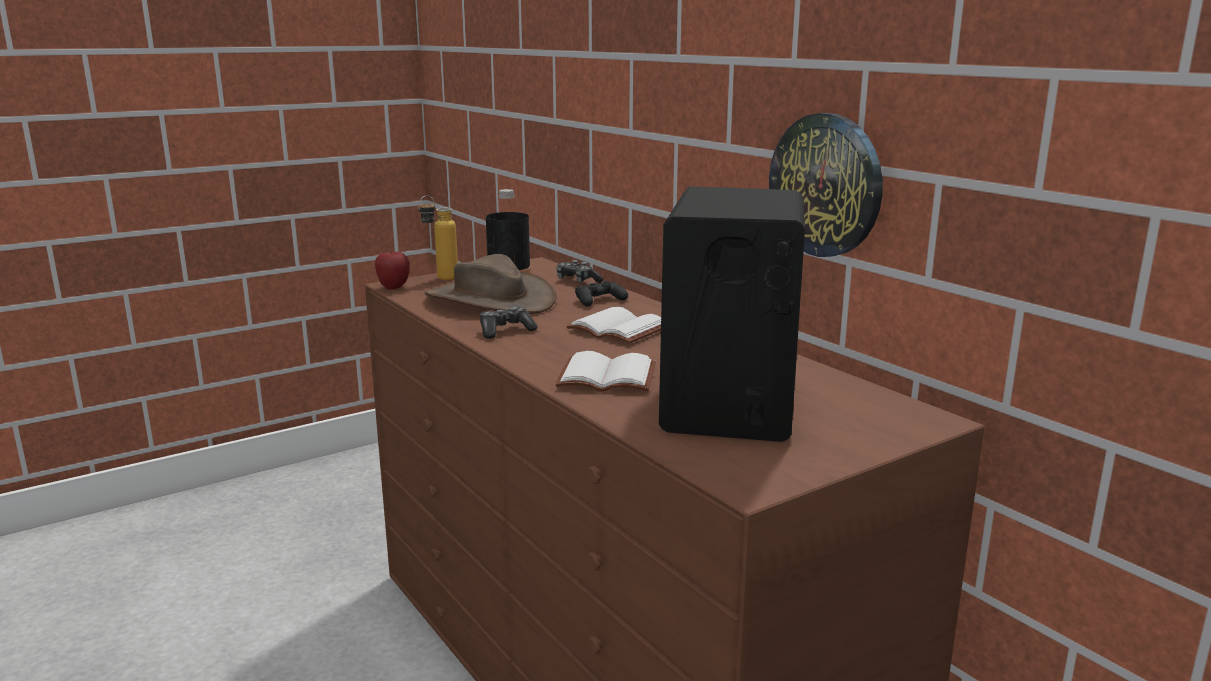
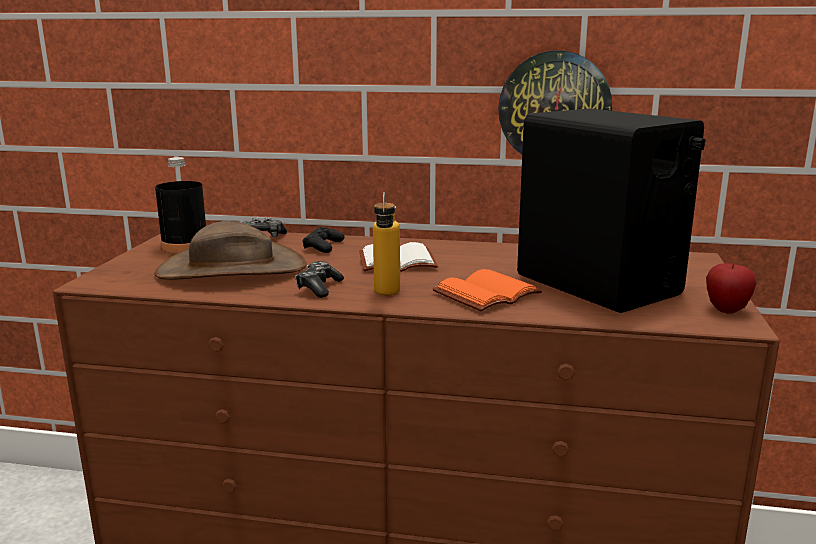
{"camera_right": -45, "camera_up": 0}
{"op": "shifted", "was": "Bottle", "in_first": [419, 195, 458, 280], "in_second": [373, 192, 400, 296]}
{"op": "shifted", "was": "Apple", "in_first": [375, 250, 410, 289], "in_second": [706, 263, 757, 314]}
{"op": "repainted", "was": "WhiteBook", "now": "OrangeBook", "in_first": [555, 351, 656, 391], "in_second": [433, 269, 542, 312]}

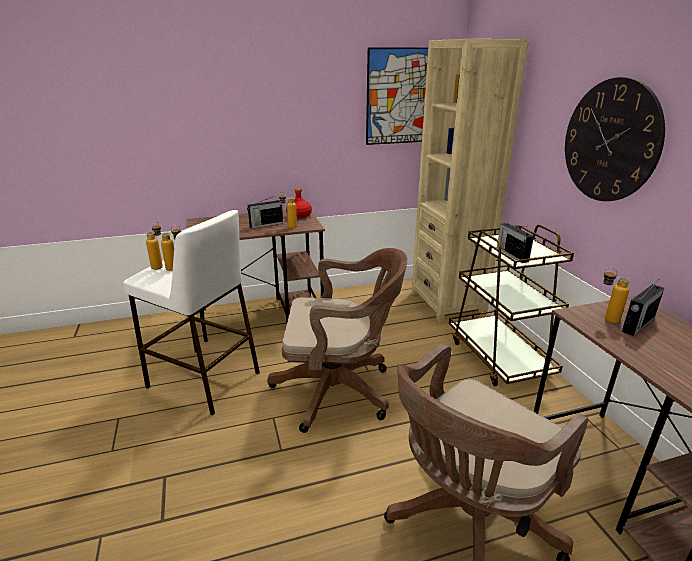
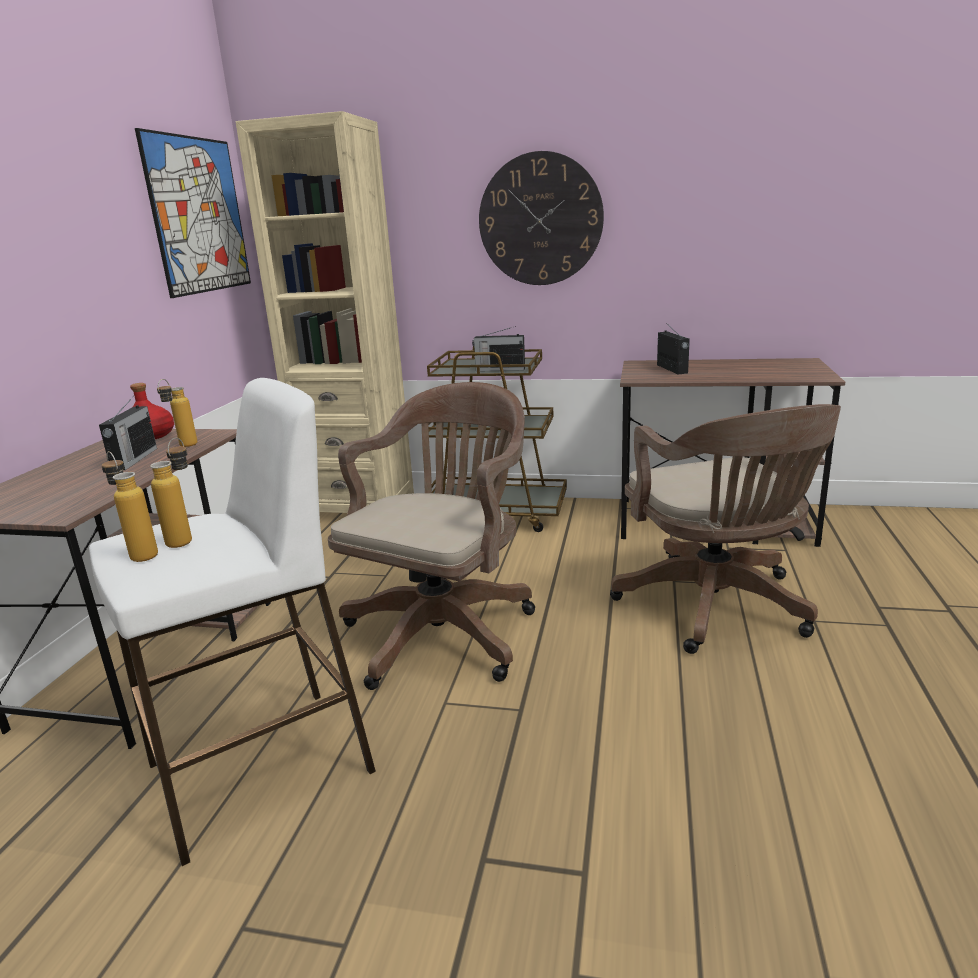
{"camera_right": -60, "camera_up": -5}
{"op": "gone", "was": "Bottle", "in_first": [603, 268, 630, 323]}

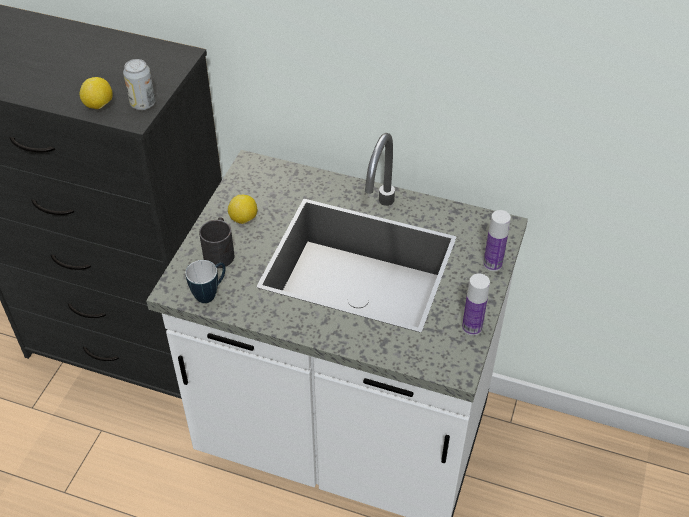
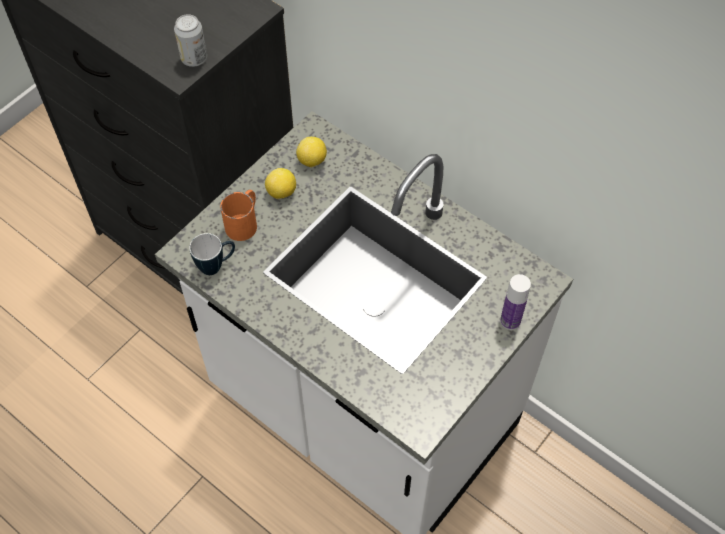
{"camera_right": 20, "camera_up": 10}
{"op": "shifted", "was": "Lemon", "in_first": [80, 77, 113, 109], "in_second": [296, 137, 327, 167]}
{"op": "repainted", "was": "BlackMug", "now": "OrangeMug", "in_first": [199, 217, 235, 268], "in_second": [220, 190, 257, 241]}
{"op": "gone", "was": "Bottle", "in_first": [462, 273, 490, 336]}

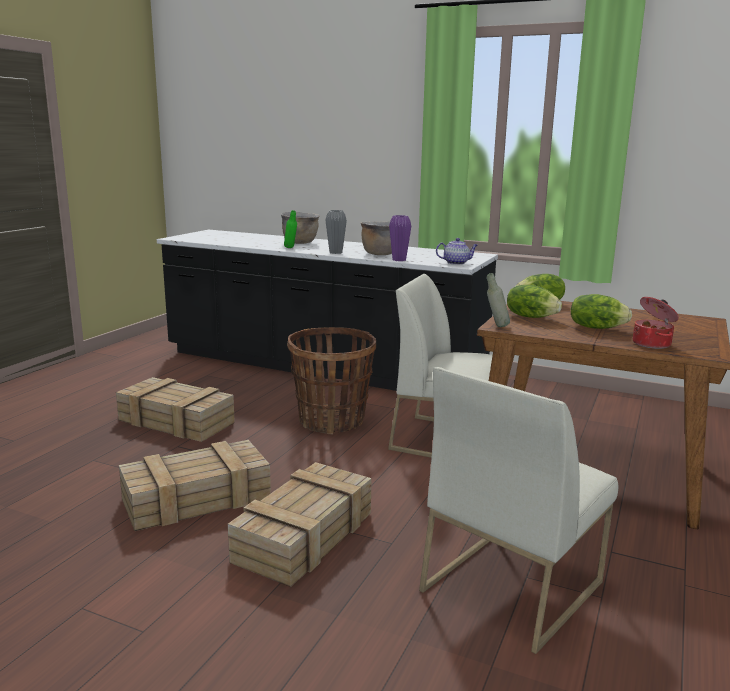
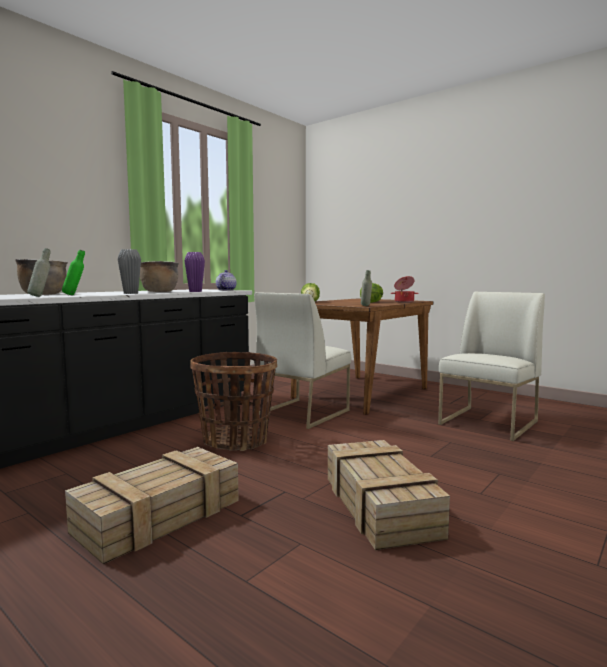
{"camera_right": -75, "camera_up": -10}
{"op": "gone", "was": "Lettuce", "in_first": [507, 285, 562, 318]}
{"op": "rotated", "was": "WhiteChair", "in_first": [419, 367, 618, 654], "in_second": [438, 292, 545, 441], "clockwise": -105}
{"op": "gone", "was": "Crate", "in_first": [228, 462, 372, 587]}
{"op": "new", "now": "GreyBottle", "in_second": [27, 248, 51, 297]}

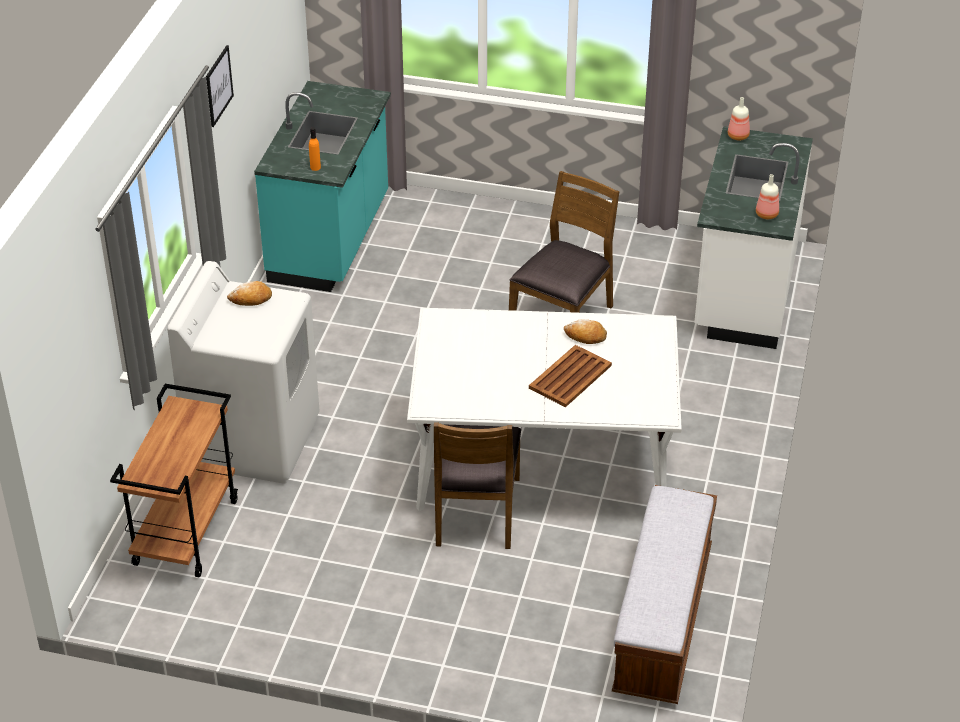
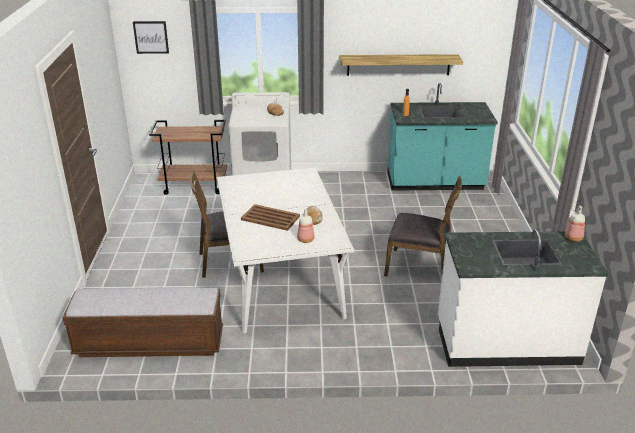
{"camera_right": 75, "camera_up": -10}
{"op": "shifted", "was": "Picture", "in_first": [206, 45, 234, 127], "in_second": [133, 21, 169, 54]}
{"op": "shifted", "was": "Bottle", "in_first": [756, 174, 779, 219], "in_second": [297, 208, 315, 243]}
{"op": "new", "now": "Shelf", "in_second": [340, 54, 463, 76]}

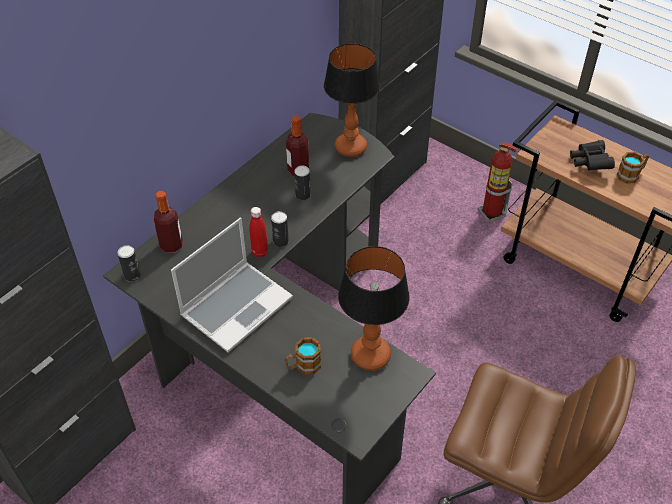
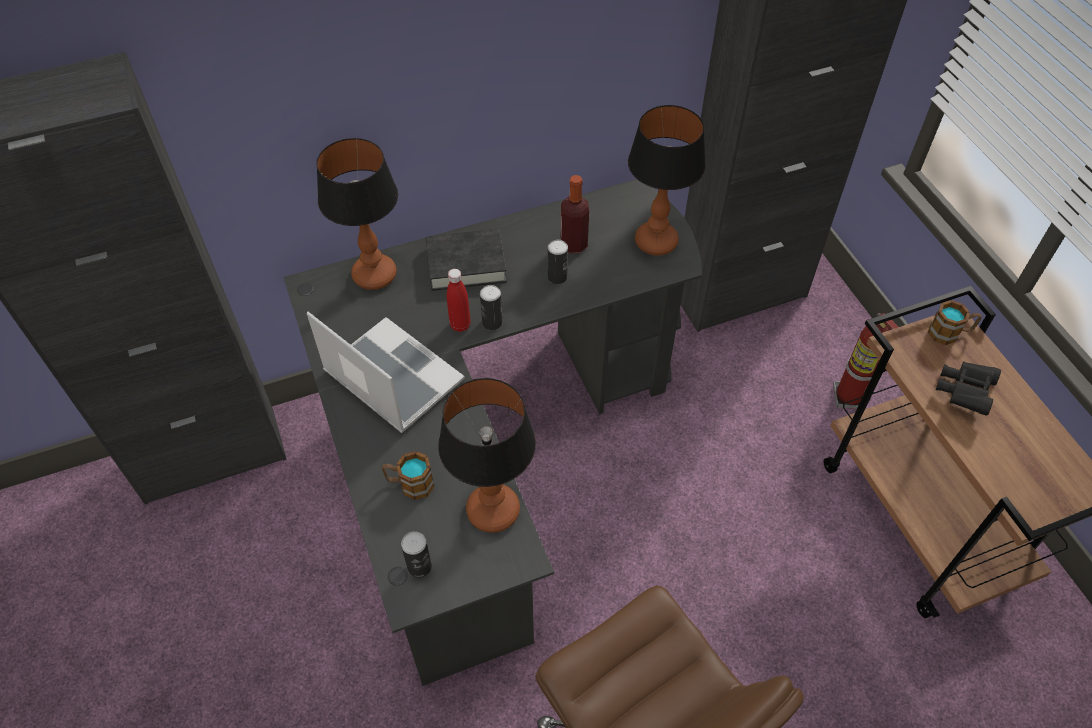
{"camera_right": 30, "camera_up": 5}
{"op": "shifted", "was": "Mug", "in_first": [617, 152, 649, 184], "in_second": [928, 300, 981, 345]}
{"op": "swapped", "was": "Bottle", "now": "TableLamp", "in_first": [154, 191, 183, 253], "in_second": [316, 138, 398, 290]}
{"op": "rotated", "was": "Laptop", "in_first": [171, 218, 293, 352], "in_second": [307, 312, 465, 433], "clockwise": -120}
{"op": "shifted", "was": "Can", "in_first": [117, 245, 141, 282], "in_second": [401, 531, 432, 578]}
{"op": "new", "now": "BlackBook", "in_second": [425, 229, 507, 291]}

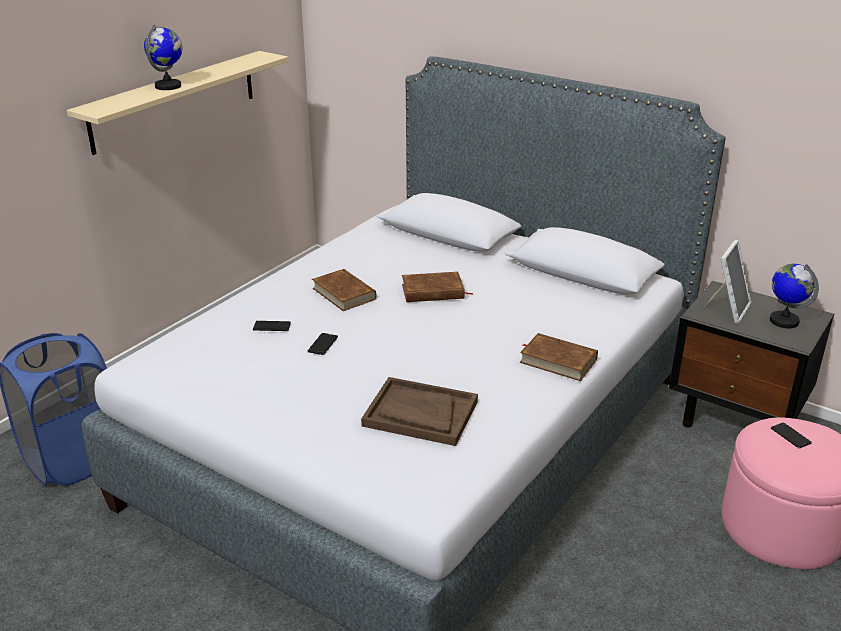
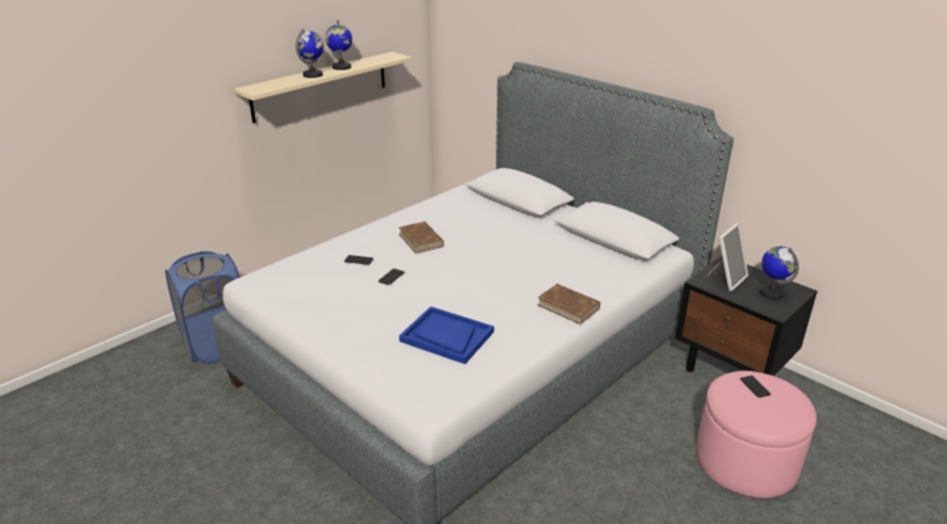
{"camera_right": 10, "camera_up": 0}
{"op": "gone", "was": "BrownBook", "in_first": [402, 272, 473, 302]}
{"op": "repainted", "was": "BrownTray", "now": "BlueTray", "in_first": [361, 377, 478, 446], "in_second": [399, 306, 494, 364]}
{"op": "new", "now": "Globe", "in_second": [325, 20, 352, 70]}

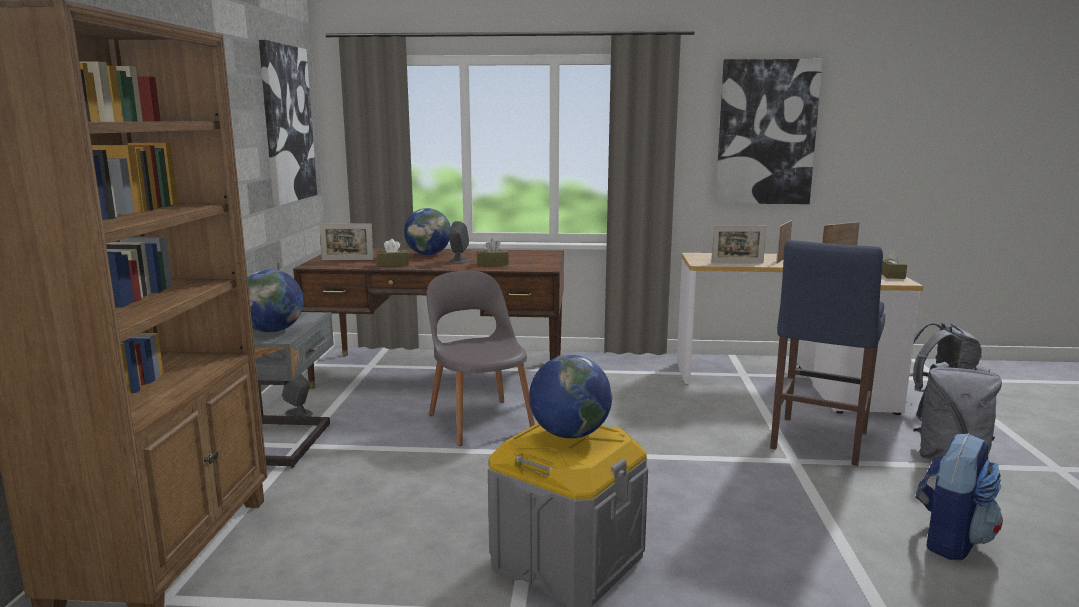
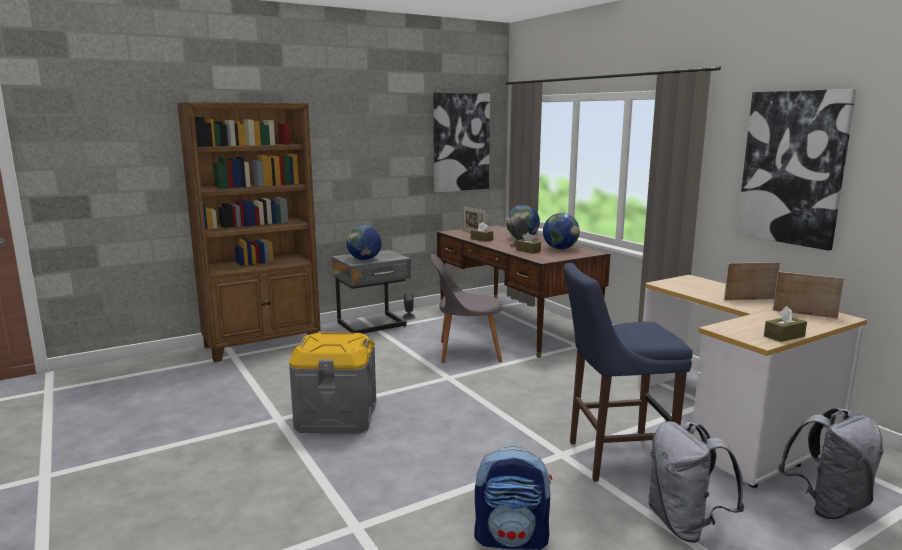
{"camera_right": 55, "camera_up": 0}
{"op": "gone", "was": "PictureFrame", "in_first": [711, 226, 766, 263]}
{"op": "rotated", "was": "GreyChair", "in_first": [427, 271, 535, 446], "in_second": [431, 254, 502, 363], "clockwise": -120}
{"op": "shifted", "was": "Globe", "in_first": [529, 355, 612, 439], "in_second": [543, 213, 580, 249]}

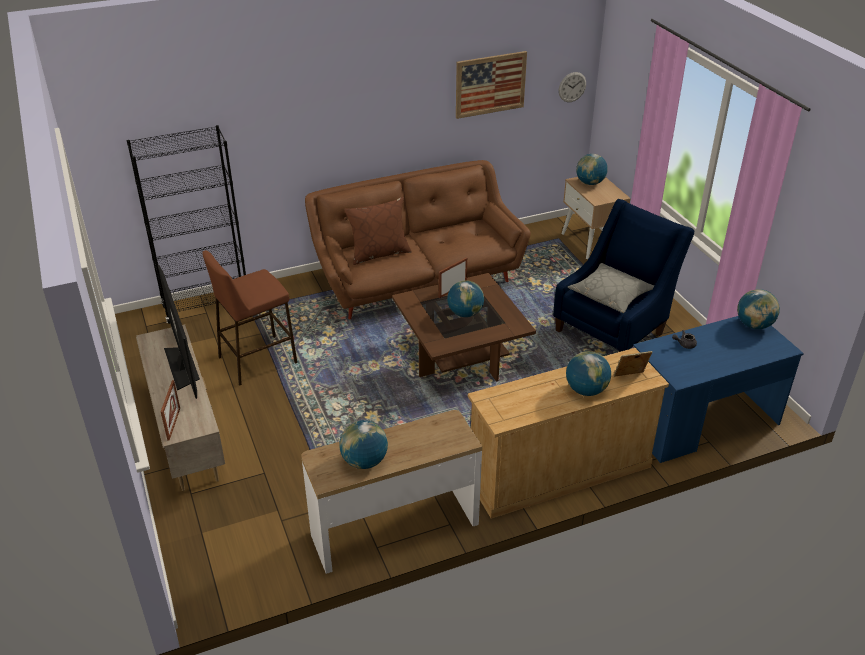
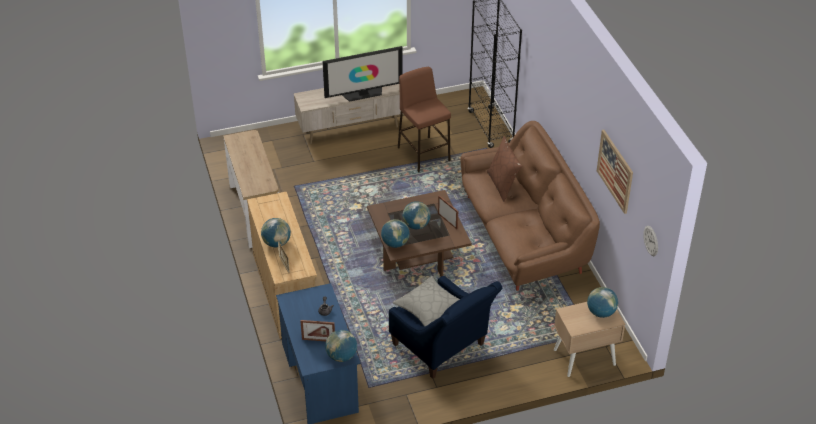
{"camera_right": 95, "camera_up": 5}
{"op": "shifted", "was": "PictureFrame", "in_first": [161, 380, 180, 440], "in_second": [300, 320, 335, 341]}
{"op": "shifted", "was": "Globe", "in_first": [339, 420, 388, 469], "in_second": [381, 219, 410, 248]}

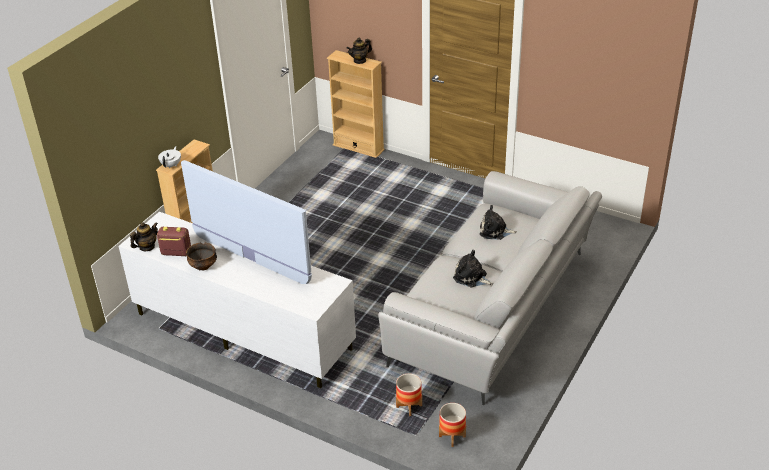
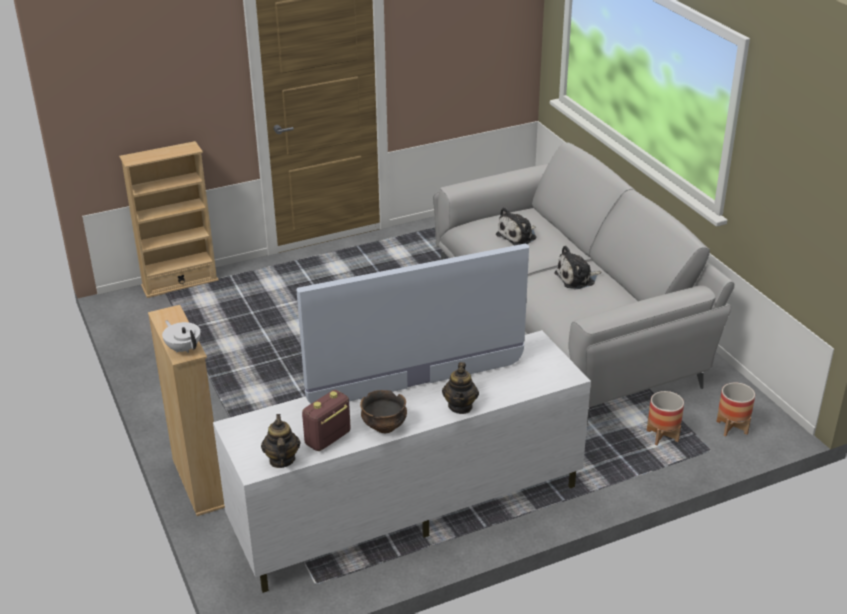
{"camera_right": -55, "camera_up": -5}
{"op": "shifted", "was": "Teapot", "in_first": [347, 38, 372, 64], "in_second": [442, 362, 479, 414]}

